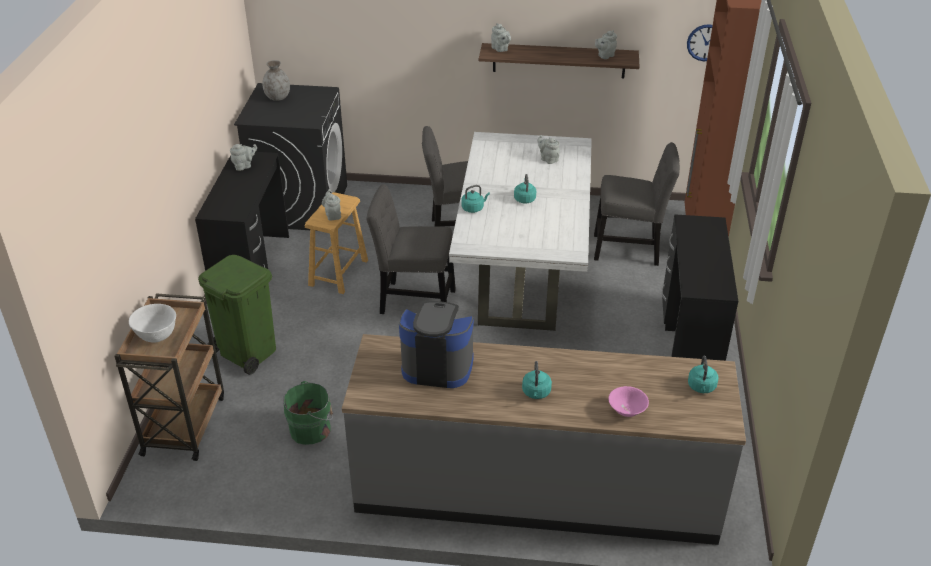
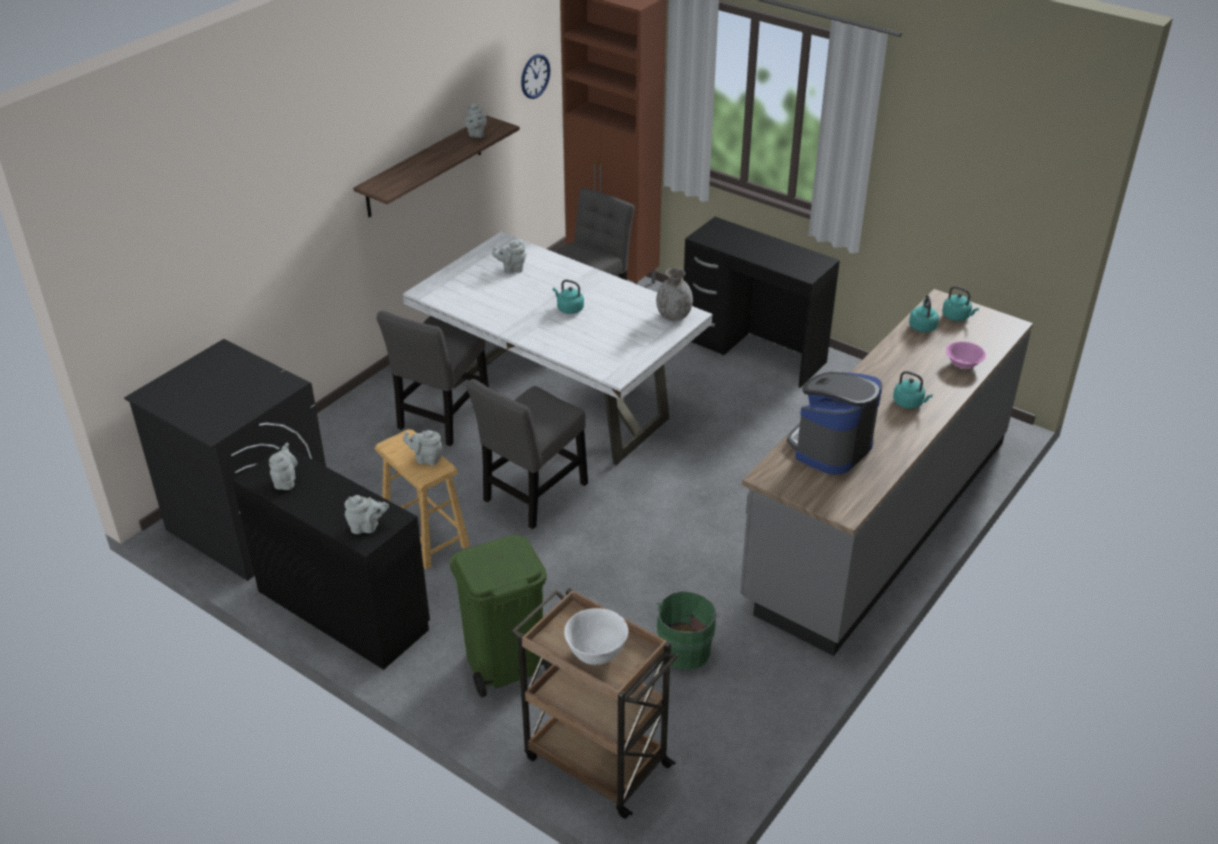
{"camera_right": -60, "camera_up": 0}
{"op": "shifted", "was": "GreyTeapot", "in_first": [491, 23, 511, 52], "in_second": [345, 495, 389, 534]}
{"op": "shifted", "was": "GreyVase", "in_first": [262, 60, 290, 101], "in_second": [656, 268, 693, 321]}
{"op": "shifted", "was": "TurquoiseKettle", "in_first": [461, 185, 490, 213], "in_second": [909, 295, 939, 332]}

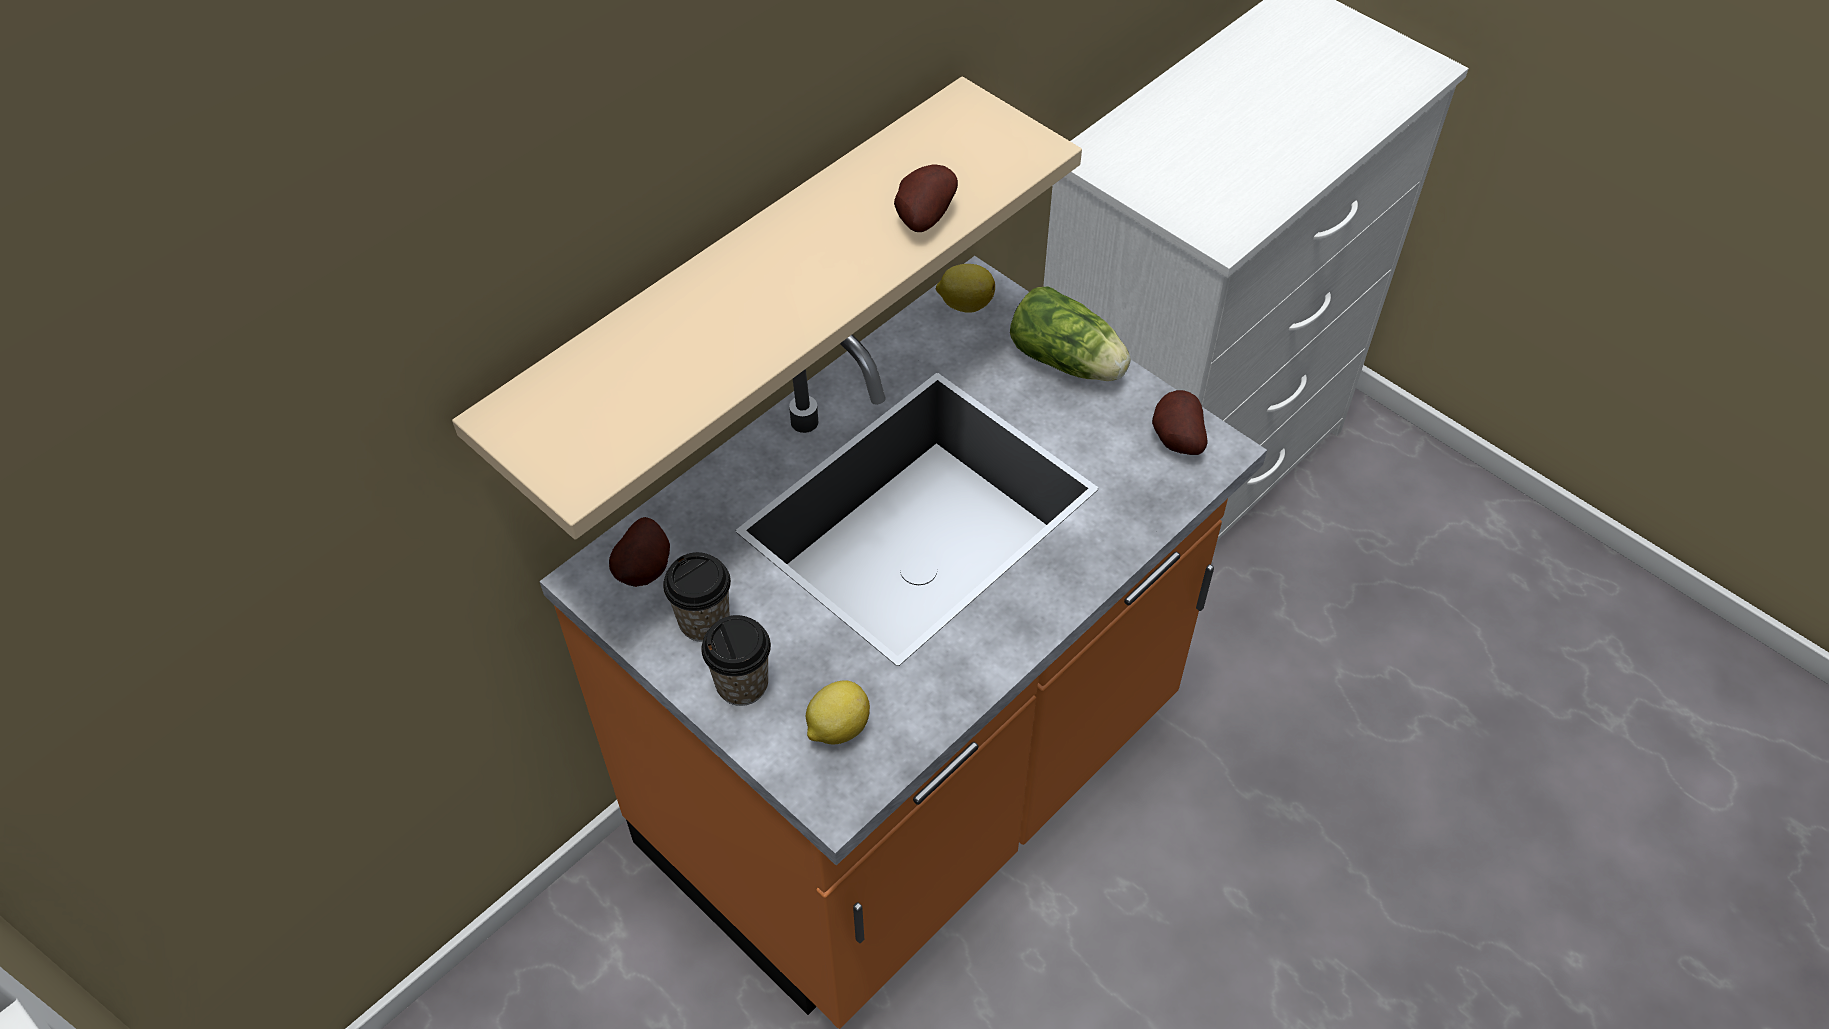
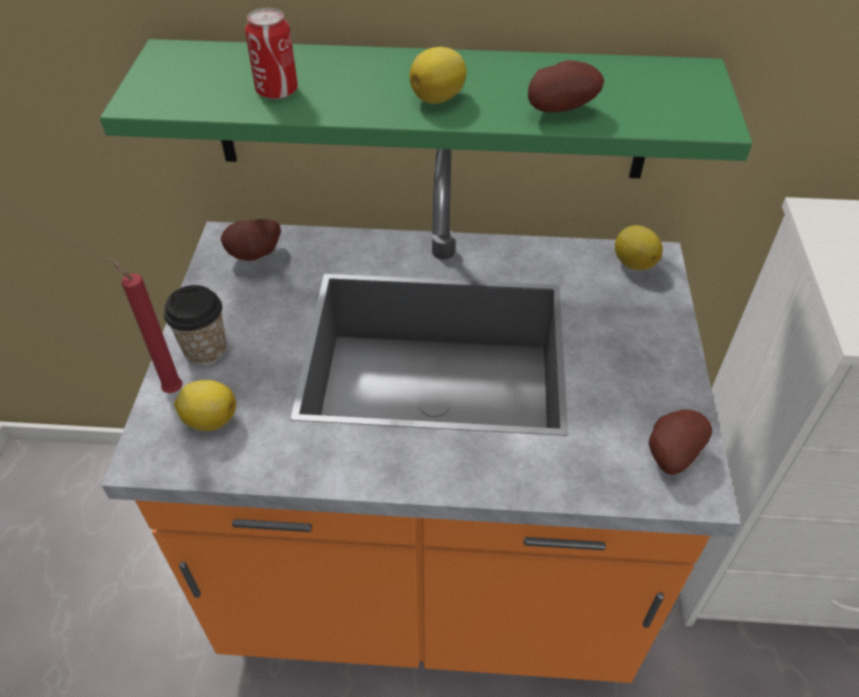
{"camera_right": 50, "camera_up": -5}
{"op": "repainted", "was": "BeigeShelf", "now": "GreenShelf", "in_first": [452, 77, 1082, 540], "in_second": [100, 39, 752, 178]}
{"op": "gone", "was": "Lettuce", "in_first": [1010, 287, 1131, 381]}
{"op": "gone", "was": "Cup", "in_first": [663, 552, 731, 642]}
{"op": "new", "now": "Can", "in_second": [245, 8, 298, 100]}
{"op": "new", "now": "Lemon", "in_second": [409, 47, 467, 104]}
{"op": "new", "now": "RedCandle", "in_second": [110, 258, 183, 393]}

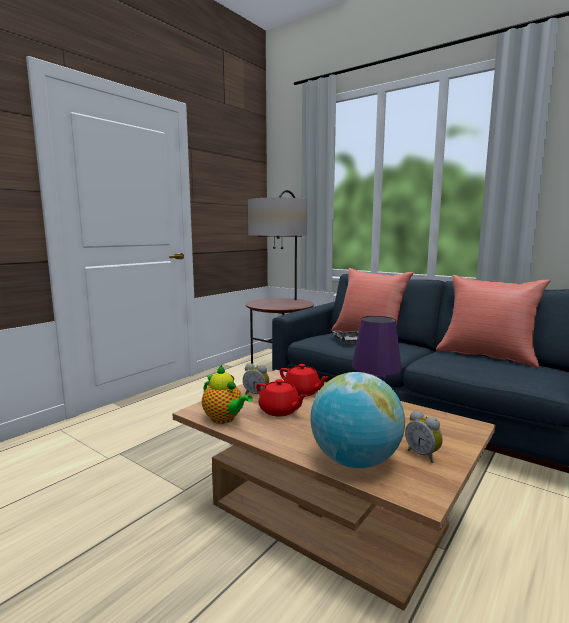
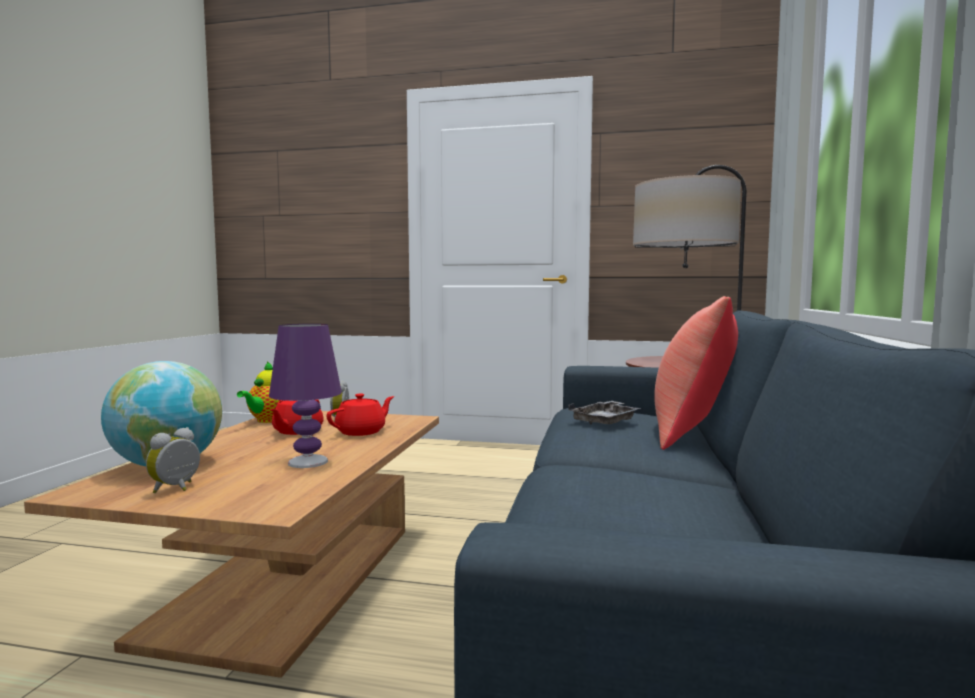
{"camera_right": 65, "camera_up": -5}
{"op": "gone", "was": "RedPillow", "in_first": [436, 275, 551, 368]}
{"op": "rotated", "was": "RedTeapot", "in_first": [280, 364, 329, 396], "in_second": [327, 394, 394, 436], "clockwise": -150}

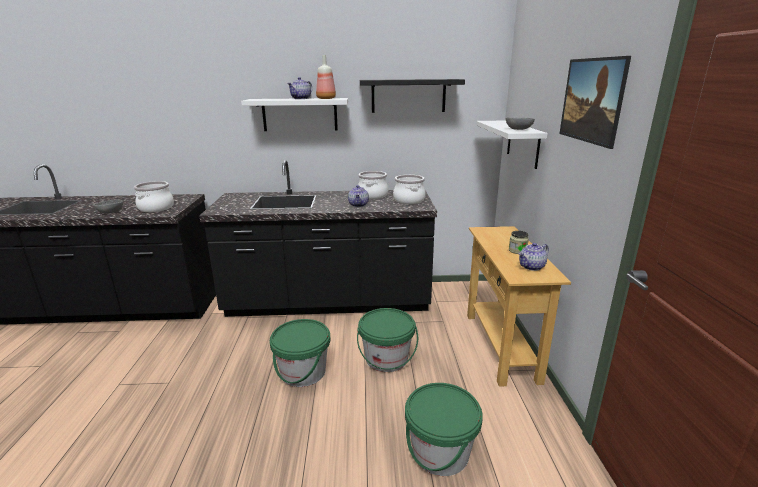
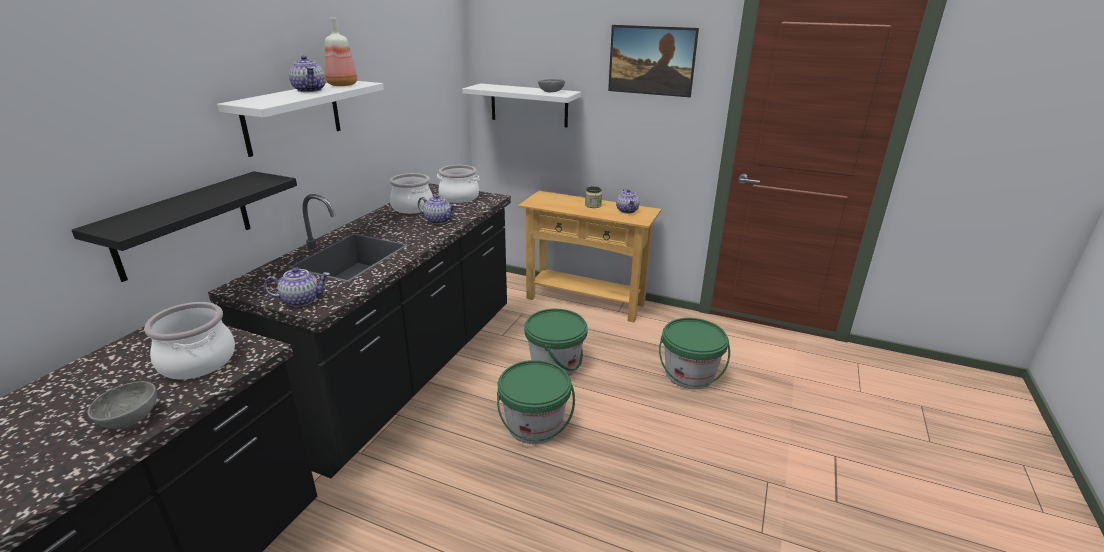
{"camera_right": -65, "camera_up": 5}
{"op": "shifted", "was": "BlackShelf", "in_first": [360, 79, 465, 113], "in_second": [71, 171, 297, 282]}
{"op": "new", "now": "Teapot", "in_second": [264, 267, 330, 307]}

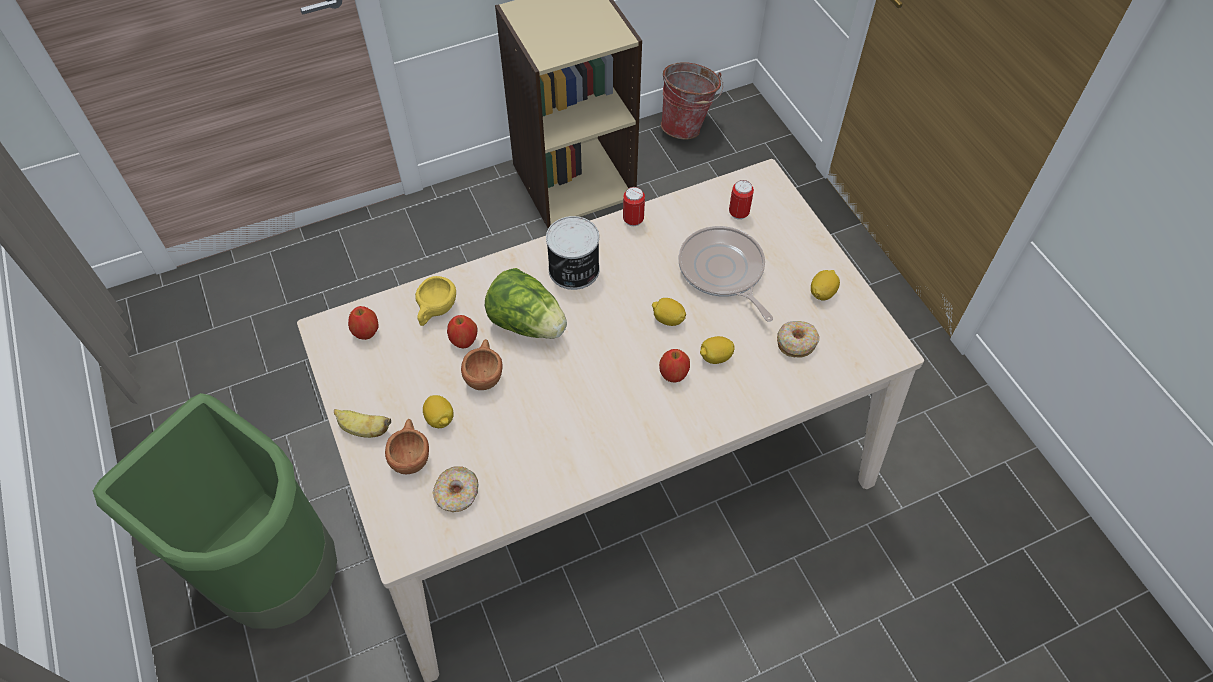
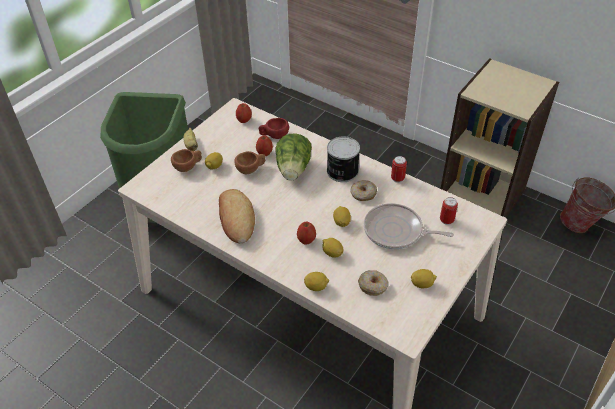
{"camera_right": 60, "camera_up": -10}
{"op": "rotated", "was": "FryingPan", "in_first": [678, 226, 773, 322], "in_second": [364, 203, 454, 249], "clockwise": -105}
{"op": "repainted", "was": "YellowCup", "now": "RedCup", "in_first": [415, 276, 456, 326], "in_second": [259, 118, 289, 139]}
{"op": "shifted", "was": "Donut", "in_first": [432, 466, 478, 512], "in_second": [350, 180, 377, 201]}
{"op": "new", "now": "Bread", "in_second": [219, 189, 255, 243]}
{"op": "new", "now": "Lemon", "in_second": [304, 272, 329, 291]}

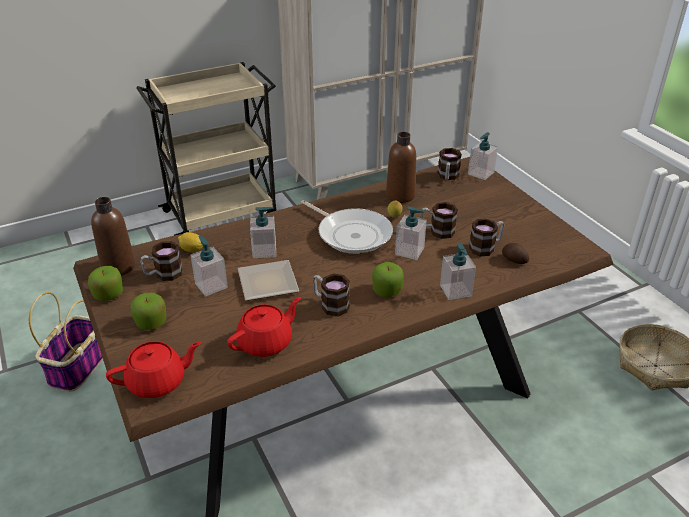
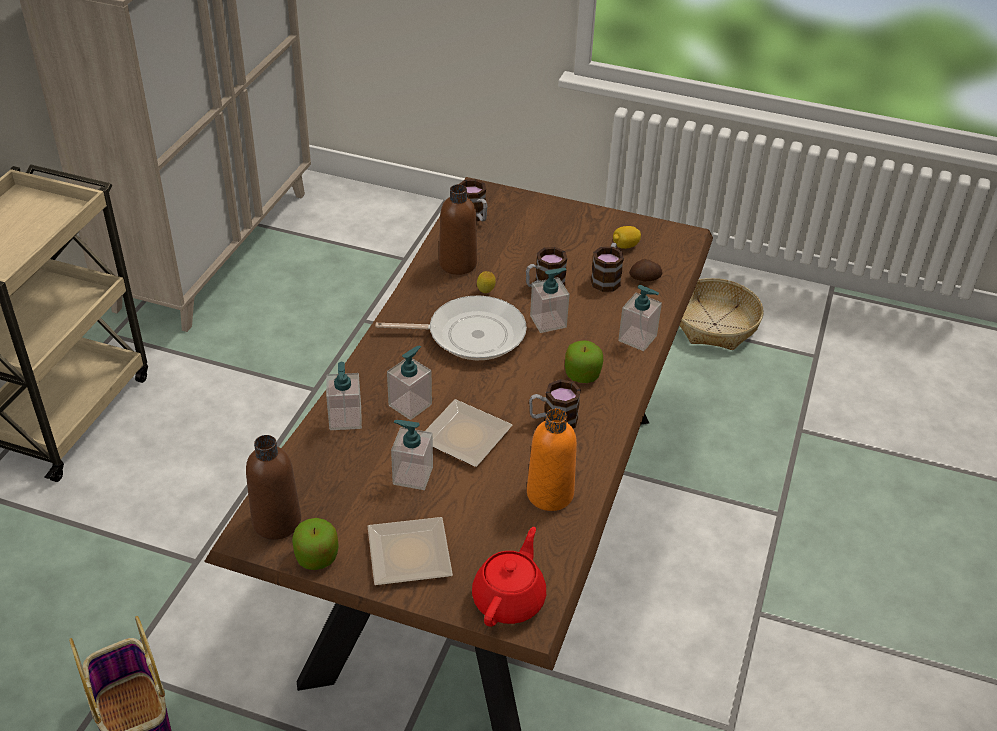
{"camera_right": -45, "camera_up": 5}
{"op": "shifted", "was": "SoapDispenser", "in_first": [468, 132, 498, 180], "in_second": [326, 362, 362, 430]}
{"op": "shifted", "was": "Lemon", "in_first": [178, 232, 203, 252], "in_second": [613, 226, 641, 249]}
{"op": "gone", "was": "Mug", "in_first": [140, 241, 183, 281]}
{"op": "swapped", "was": "Apple", "now": "Plate", "in_first": [131, 293, 166, 330], "in_second": [368, 517, 453, 585]}
{"op": "swapped", "was": "RedTeapot", "now": "OrangeBottle", "in_first": [227, 297, 301, 357], "in_second": [527, 408, 577, 511]}

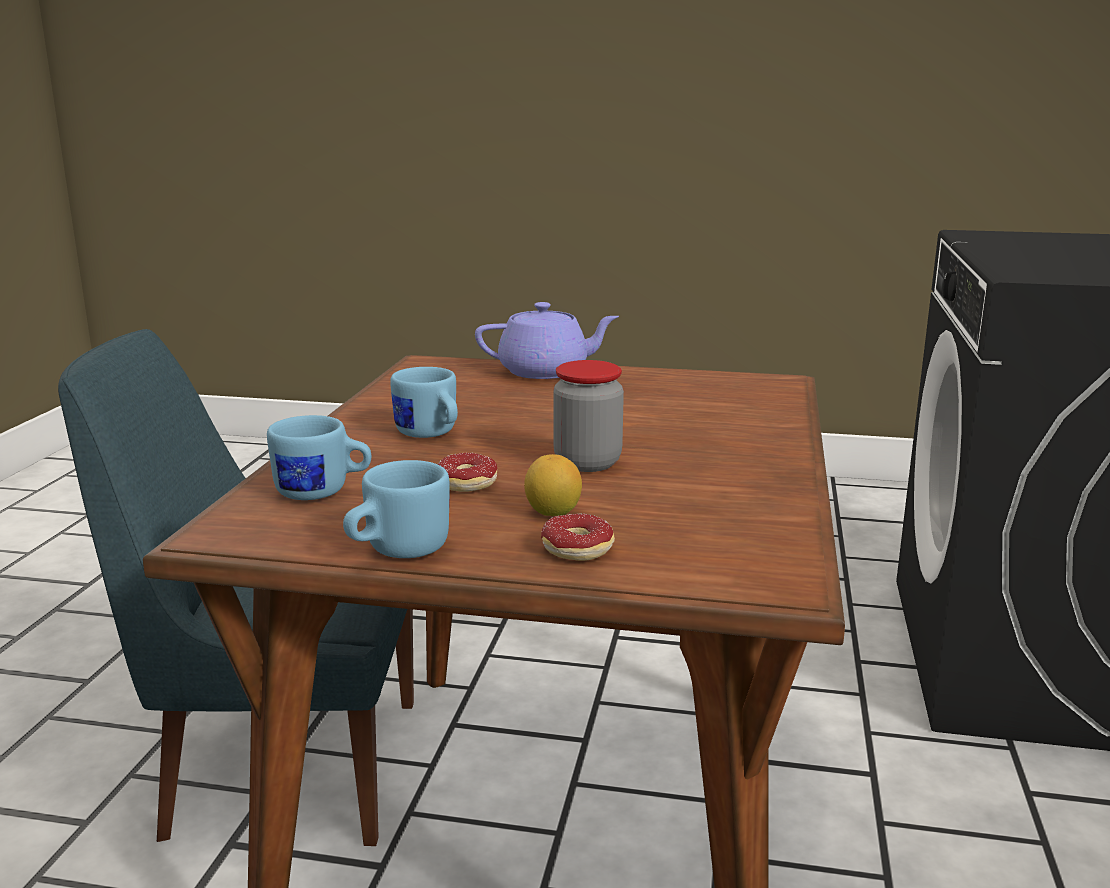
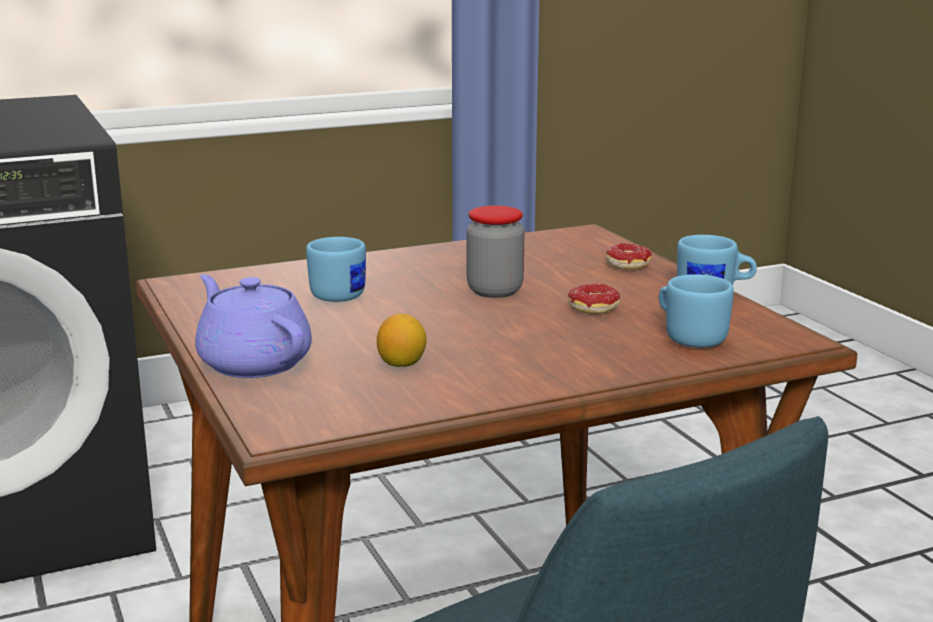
{"camera_right": -125, "camera_up": 0}
{"op": "shifted", "was": "BlueMug", "in_first": [390, 367, 458, 438], "in_second": [306, 237, 366, 302]}
{"op": "shifted", "was": "Lemon", "in_first": [524, 454, 582, 516], "in_second": [377, 314, 426, 367]}

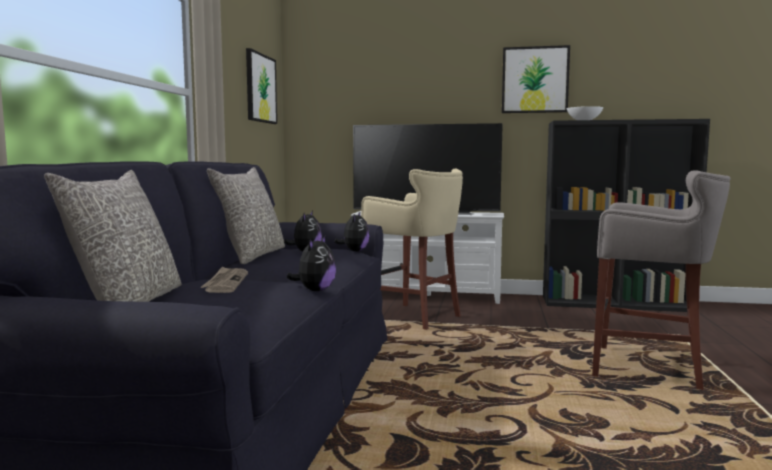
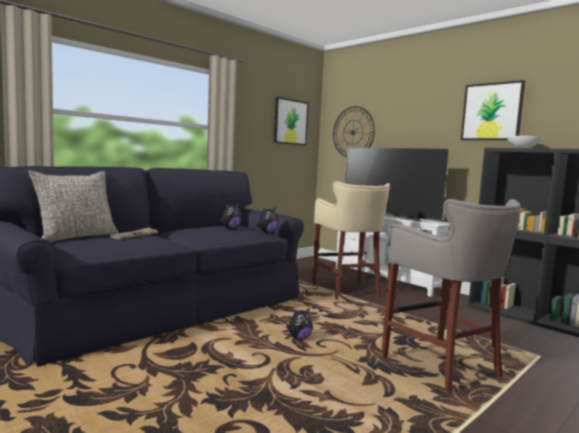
{"camera_right": 35, "camera_up": 0}
{"op": "gone", "was": "GreyPillow", "in_first": [207, 167, 285, 264]}
{"op": "shifted", "was": "PlushToy", "in_first": [286, 235, 336, 291], "in_second": [286, 308, 313, 340]}
{"op": "new", "now": "WallClock", "in_second": [333, 106, 375, 157]}

